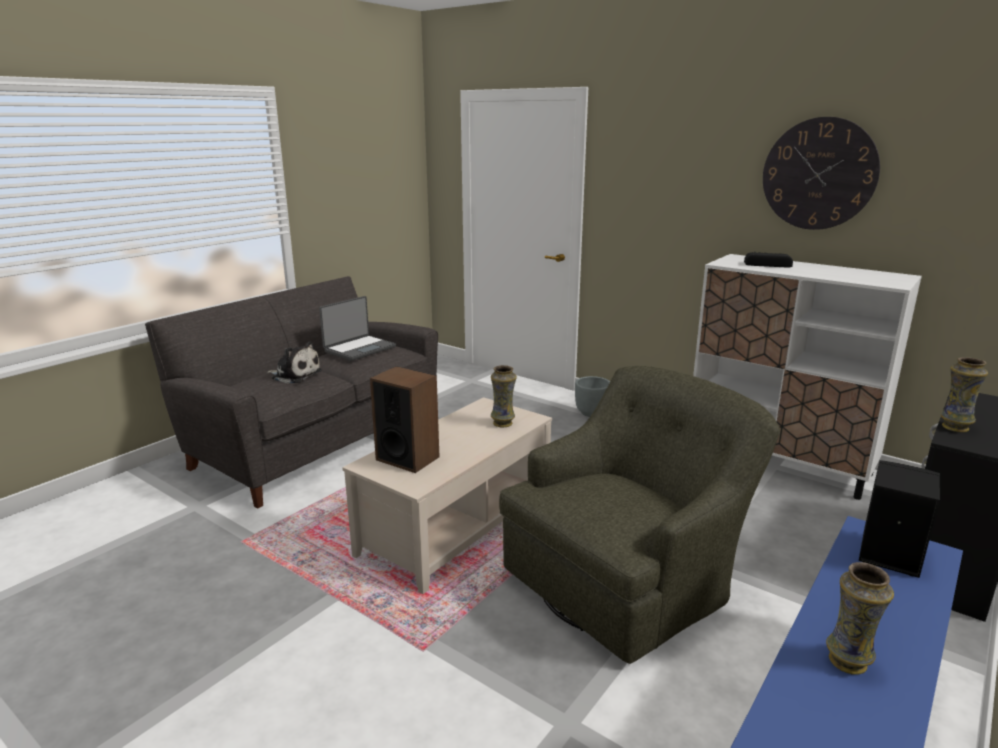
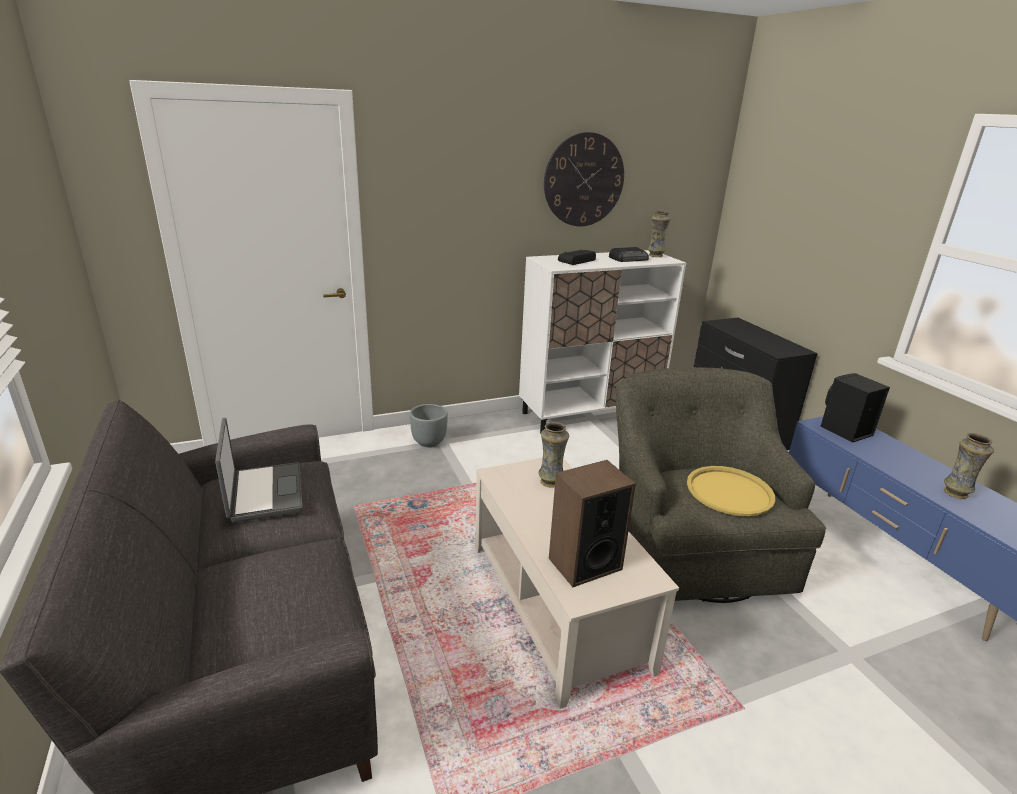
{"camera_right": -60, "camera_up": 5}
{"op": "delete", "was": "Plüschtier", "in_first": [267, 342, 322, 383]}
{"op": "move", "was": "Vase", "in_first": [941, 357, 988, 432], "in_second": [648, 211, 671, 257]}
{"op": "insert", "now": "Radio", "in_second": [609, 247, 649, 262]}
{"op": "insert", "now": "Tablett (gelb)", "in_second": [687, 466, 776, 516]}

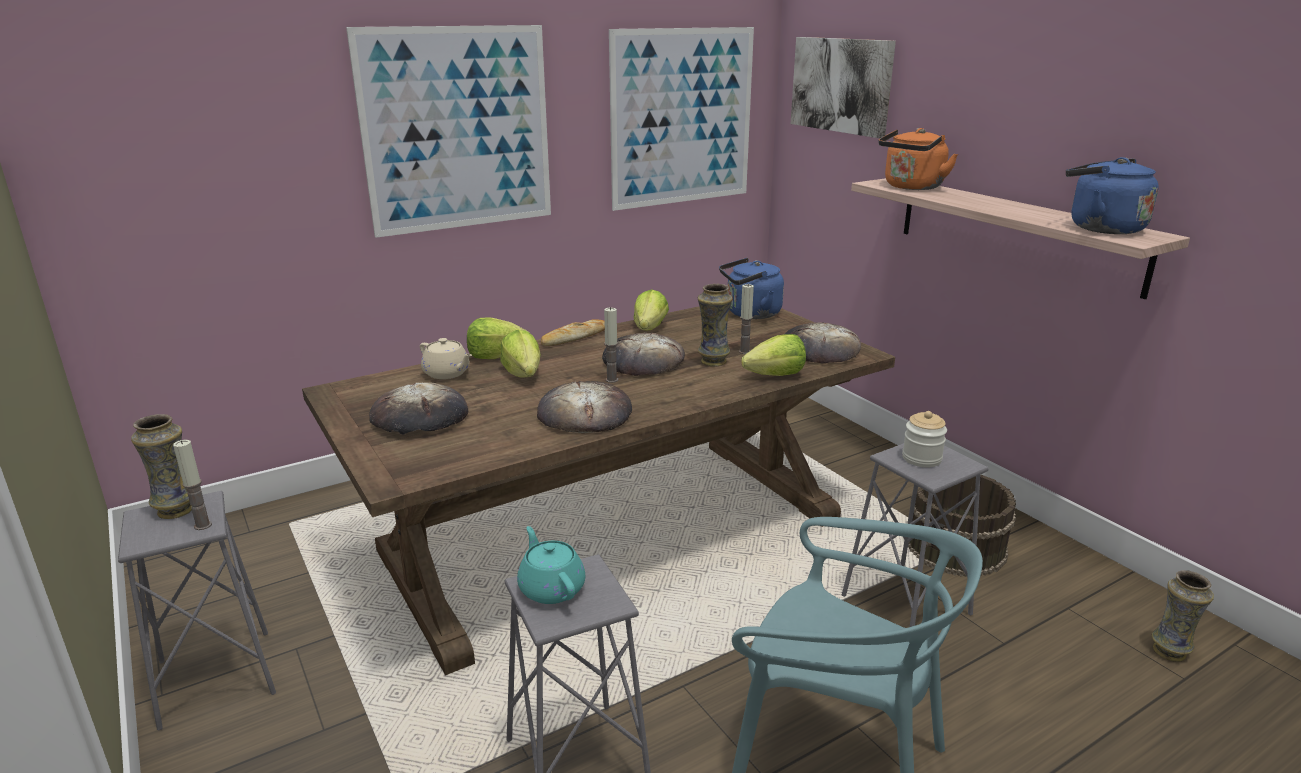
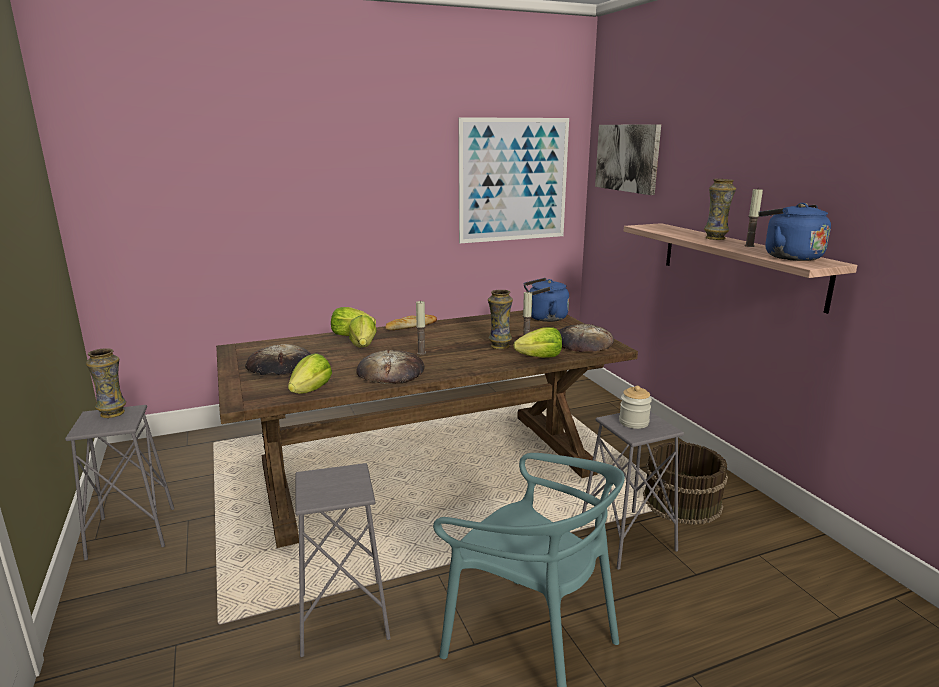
{"camera_right": 10, "camera_up": -5}
{"op": "delete", "was": "Bild", "in_first": [346, 25, 551, 238]}
{"op": "delete", "was": "Wasserkessel (orange)", "in_first": [878, 128, 958, 190]}
{"op": "move", "was": "Salatkopf", "in_first": [634, 290, 669, 330], "in_second": [288, 353, 332, 393]}
{"op": "delete", "was": "Brot", "in_first": [602, 333, 685, 376]}
{"op": "delete", "was": "Teekanne (beige)", "in_first": [420, 338, 472, 379]}
{"op": "move", "was": "Kerze", "in_first": [173, 440, 212, 530], "in_second": [744, 187, 763, 247]}
{"op": "delete", "was": "Teekanne (türkis)", "in_first": [517, 526, 585, 604]}
{"op": "move", "was": "Vase", "in_first": [1152, 570, 1214, 662], "in_second": [704, 179, 736, 240]}

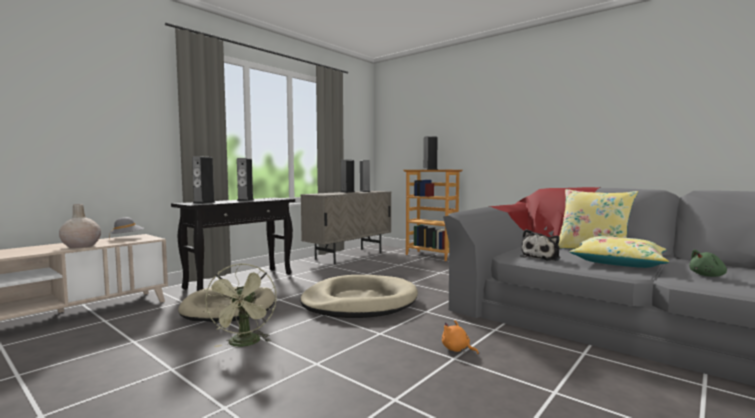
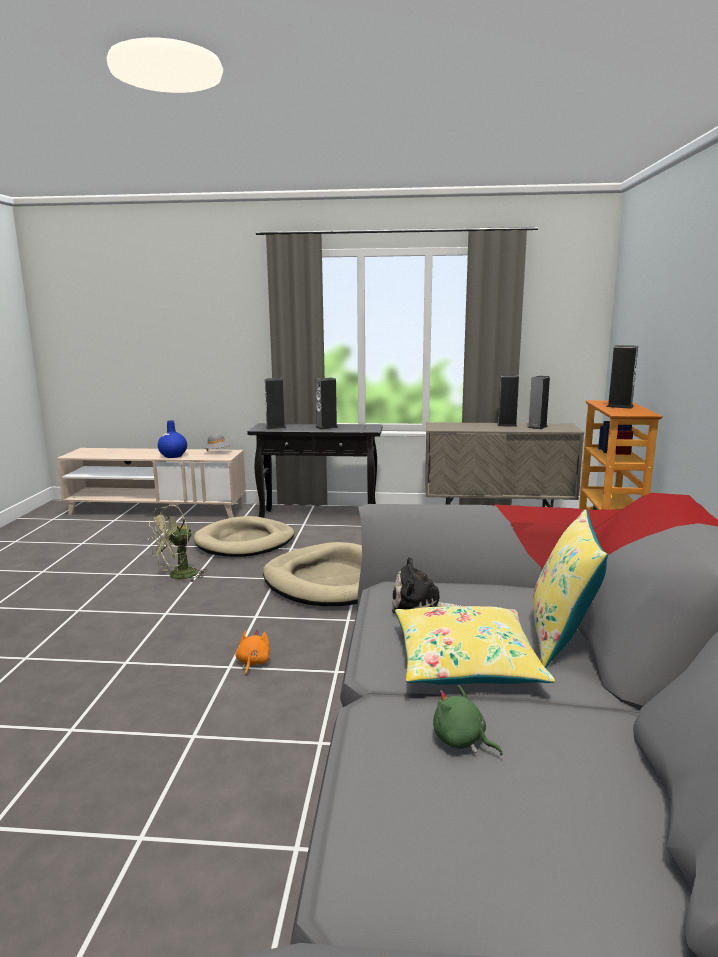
{"camera_right": 55, "camera_up": 10}
{"op": "recolor", "was": "Vase (beige)", "now": "Vase (blau)", "in_first": [59, 204, 101, 248], "in_second": [158, 421, 187, 458]}

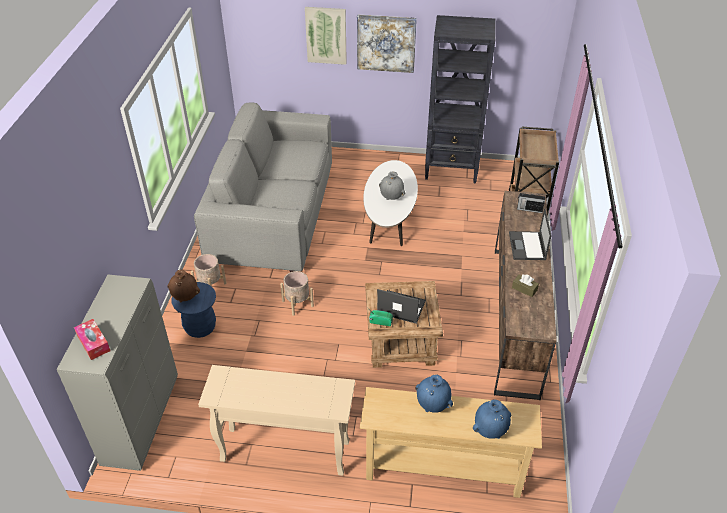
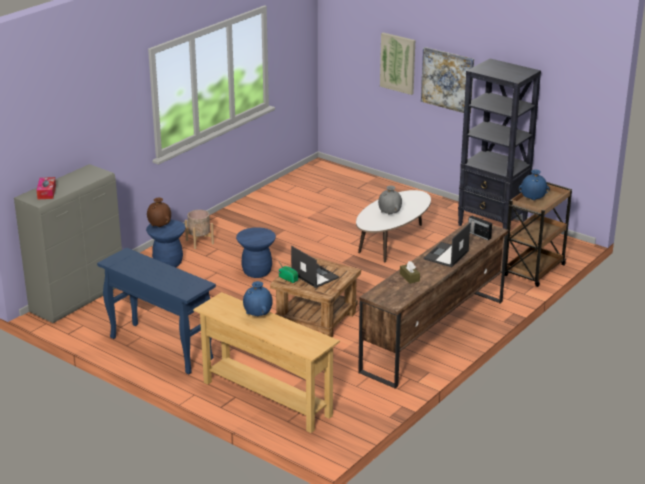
{"camera_right": 30, "camera_up": -15}
{"op": "delete", "was": "Sofa (grau)", "in_first": [194, 102, 332, 272]}
{"op": "replace", "was": "Pflanzkübel (beige)", "now": "Hocker (blau)", "in_first": [280, 271, 314, 316], "in_second": [236, 227, 276, 278]}
{"op": "recolor", "was": "Konsolentisch (beige)", "now": "Konsolentisch (blau)", "in_first": [198, 365, 355, 476], "in_second": [97, 248, 216, 374]}
{"op": "move", "was": "Vase (blau)", "in_first": [473, 399, 511, 439], "in_second": [519, 169, 550, 200]}

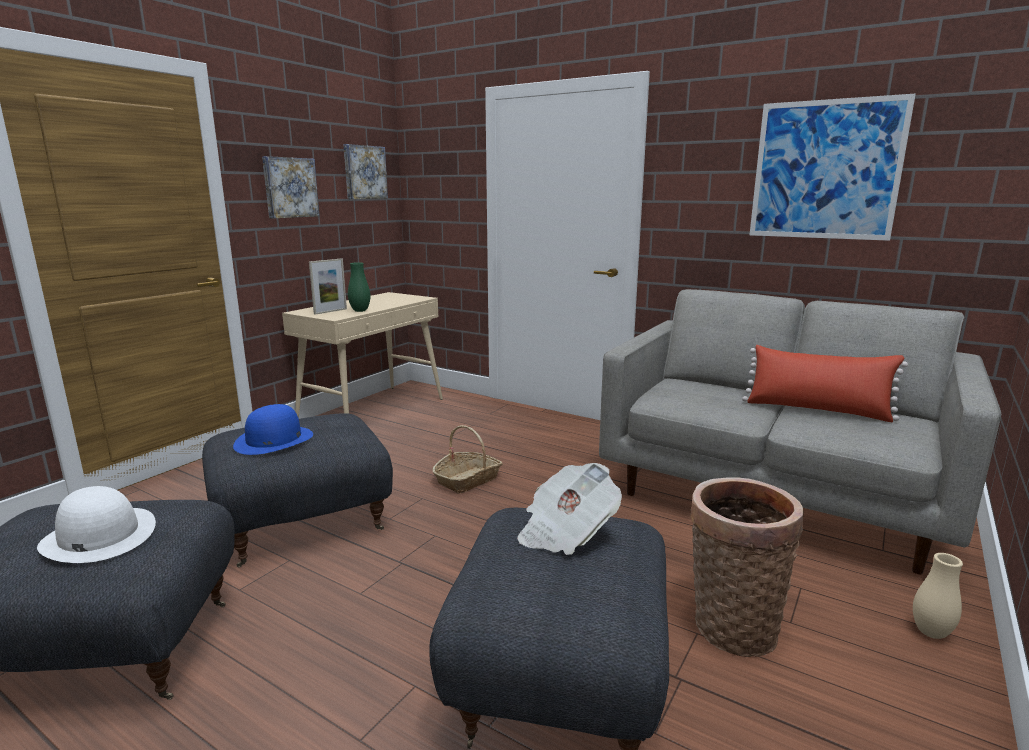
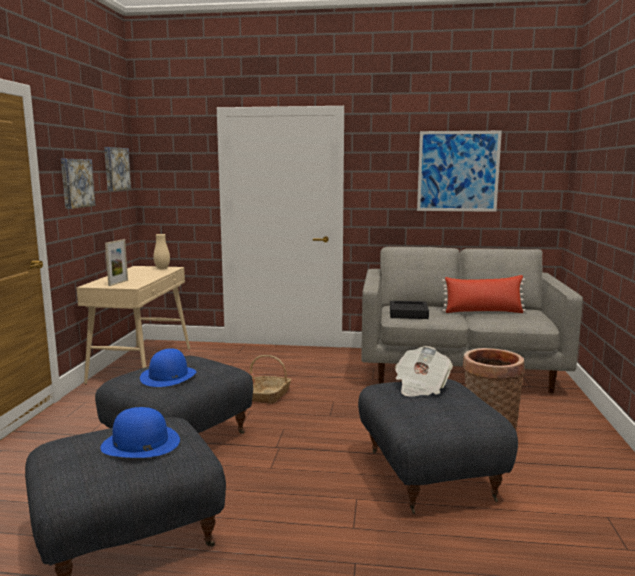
{"camera_right": -25, "camera_up": -5}
{"op": "delete", "was": "Vase (grün)", "in_first": [348, 262, 370, 312]}
{"op": "recolor", "was": "Hut (weiß)", "now": "Hut (blau)", "in_first": [37, 486, 156, 563], "in_second": [100, 407, 180, 458]}
{"op": "move", "was": "Vase (beige)", "in_first": [913, 553, 963, 639], "in_second": [153, 234, 170, 270]}
{"op": "insert", "now": "Tablett (schwarz)", "in_second": [390, 301, 429, 319]}

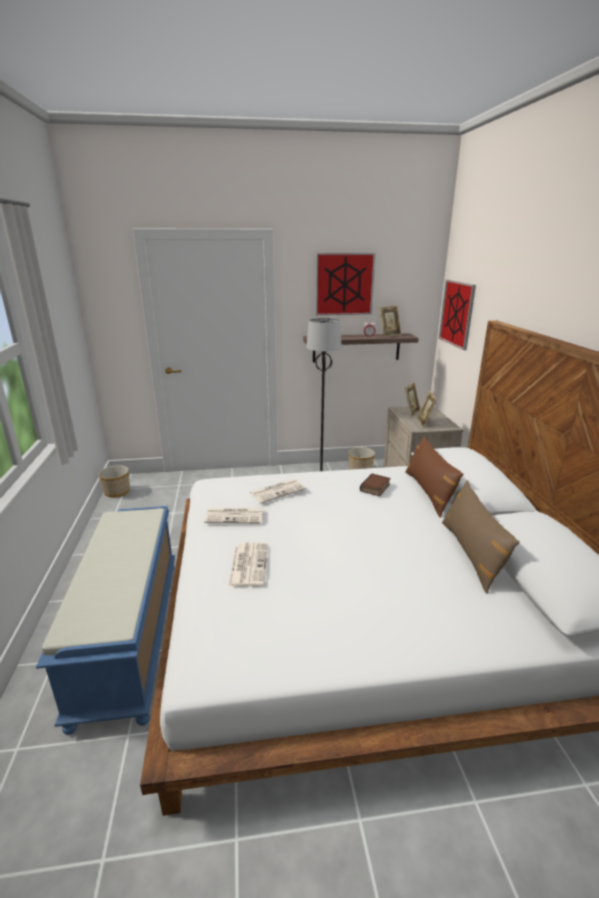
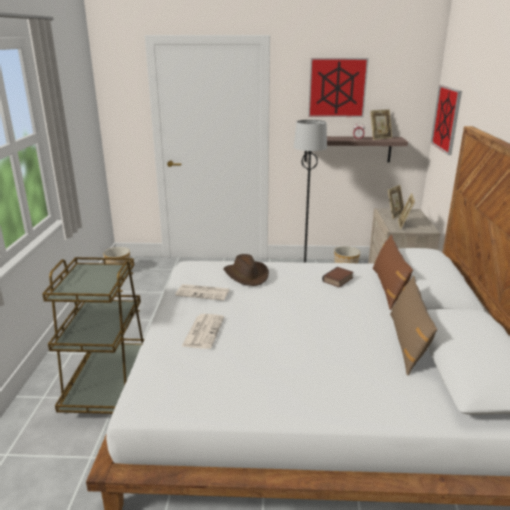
{"camera_right": 10, "camera_up": 0}
{"op": "replace", "was": "Zeitung", "now": "Hut (braun)", "in_first": [250, 479, 306, 503], "in_second": [223, 254, 269, 286]}
{"op": "replace", "was": "Bank (blau)", "now": "Rollwagen (braun)", "in_first": [36, 506, 175, 735], "in_second": [42, 257, 144, 414]}

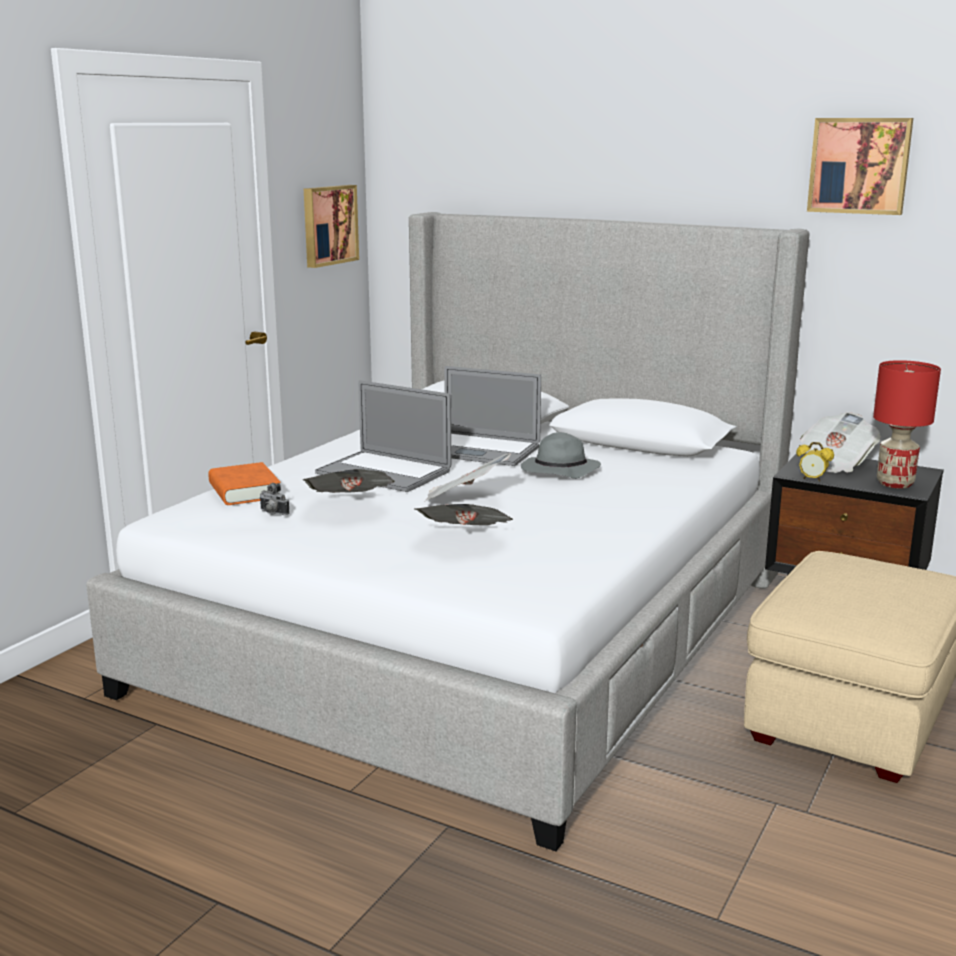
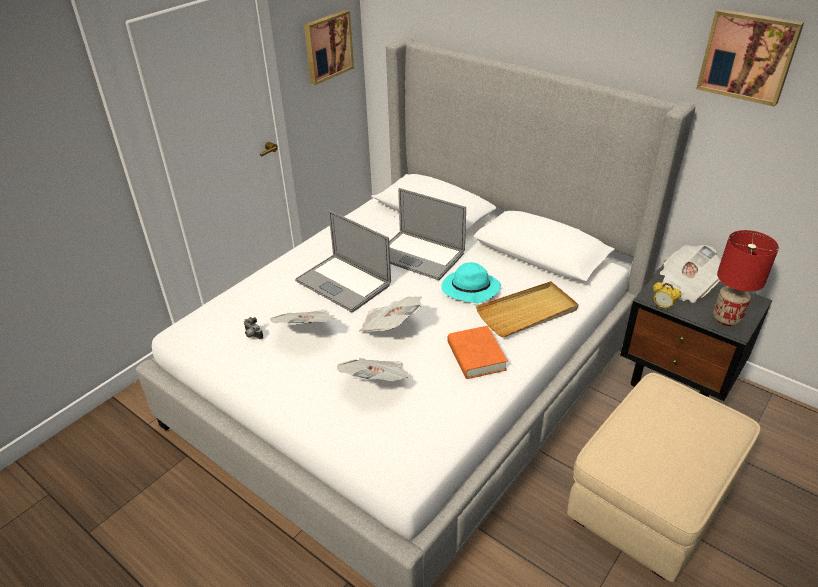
{"camera_right": 10, "camera_up": 20}
{"op": "recolor", "was": "Hut (grau)", "now": "Hut (türkis)", "in_first": [521, 432, 601, 479], "in_second": [441, 262, 501, 303]}
{"op": "move", "was": "Buch (orange)", "in_first": [208, 462, 281, 505], "in_second": [447, 326, 508, 379]}
{"op": "insert", "now": "Tablett (beige)", "in_second": [476, 281, 579, 337]}

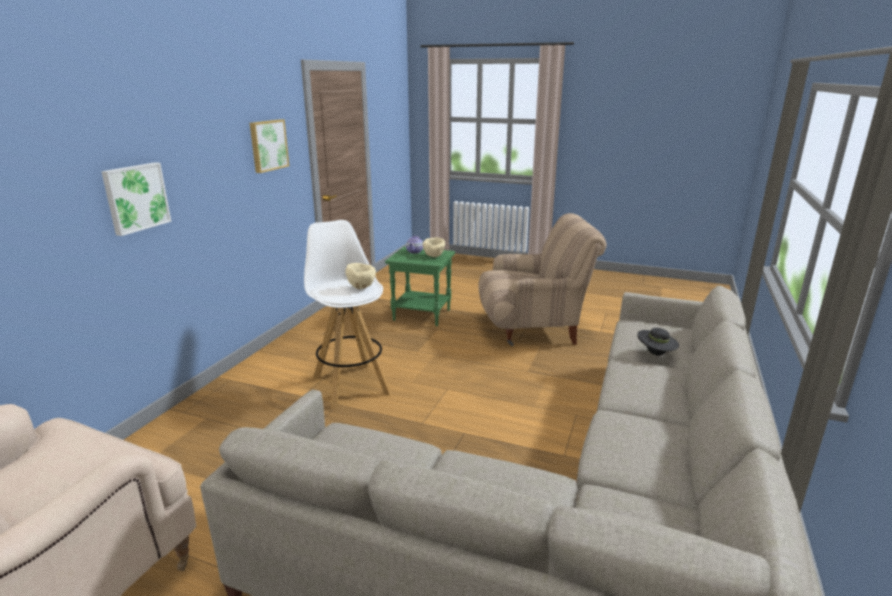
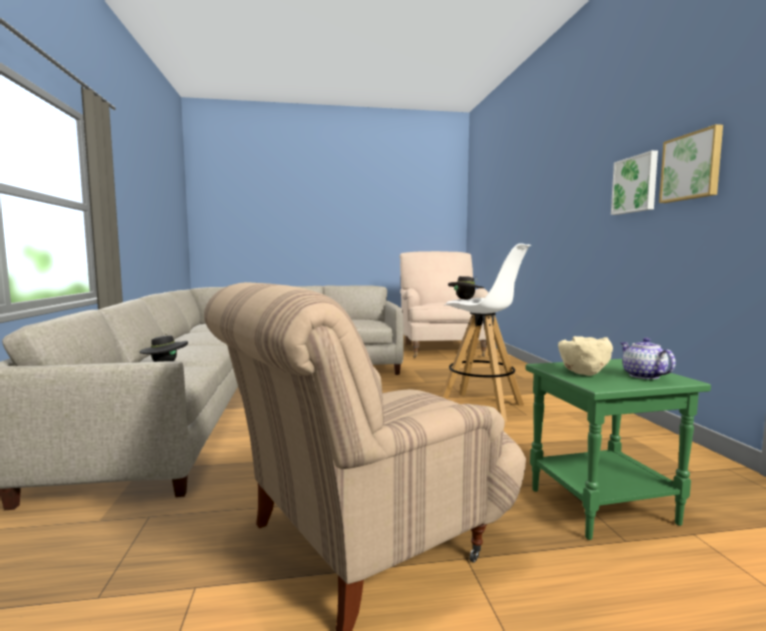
{"camera_right": 150, "camera_up": -15}
{"op": "move", "was": "Bild", "in_first": [101, 162, 171, 236], "in_second": [611, 150, 658, 215]}
{"op": "replace", "was": "Schüssel (beige)", "now": "Hut (schwarz)", "in_first": [345, 263, 376, 289], "in_second": [448, 276, 484, 300]}

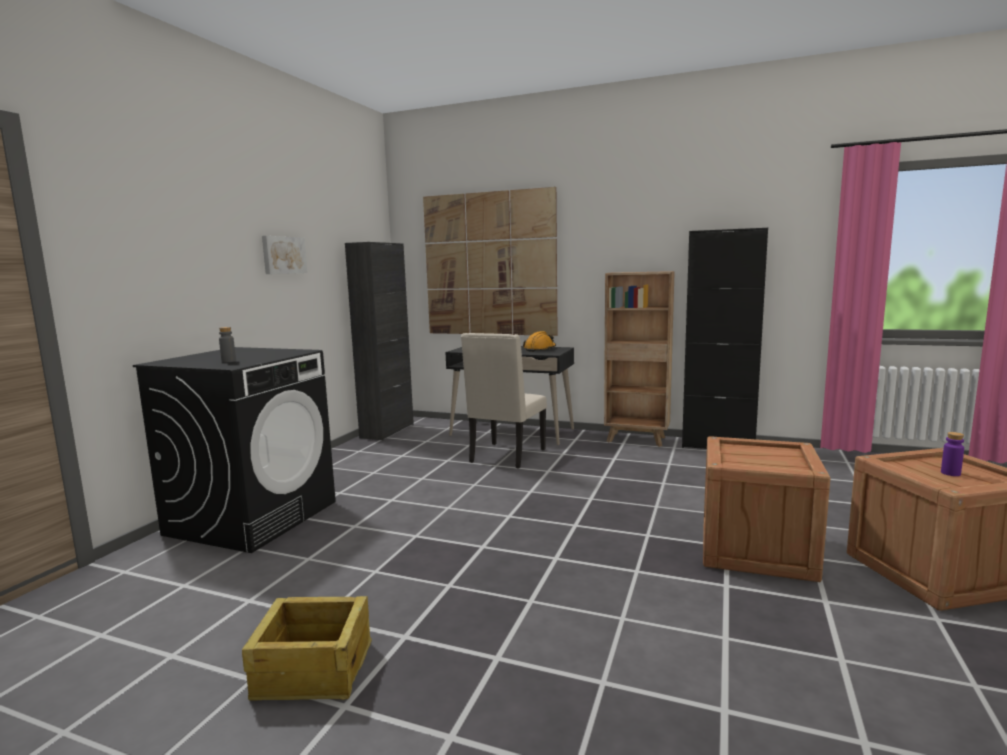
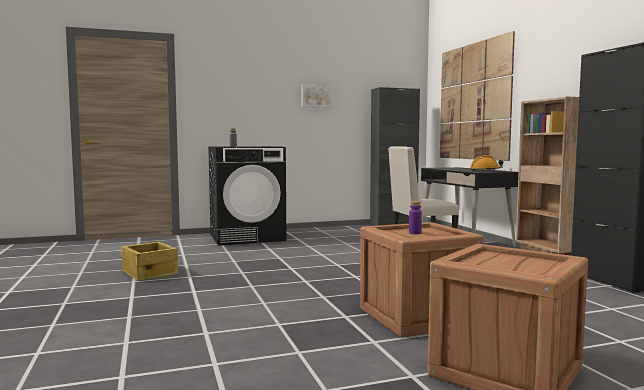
{"camera_right": 50, "camera_up": -5}
{"op": "move", "was": "Flasche (lila)", "in_first": [941, 432, 964, 476], "in_second": [409, 201, 422, 234]}

